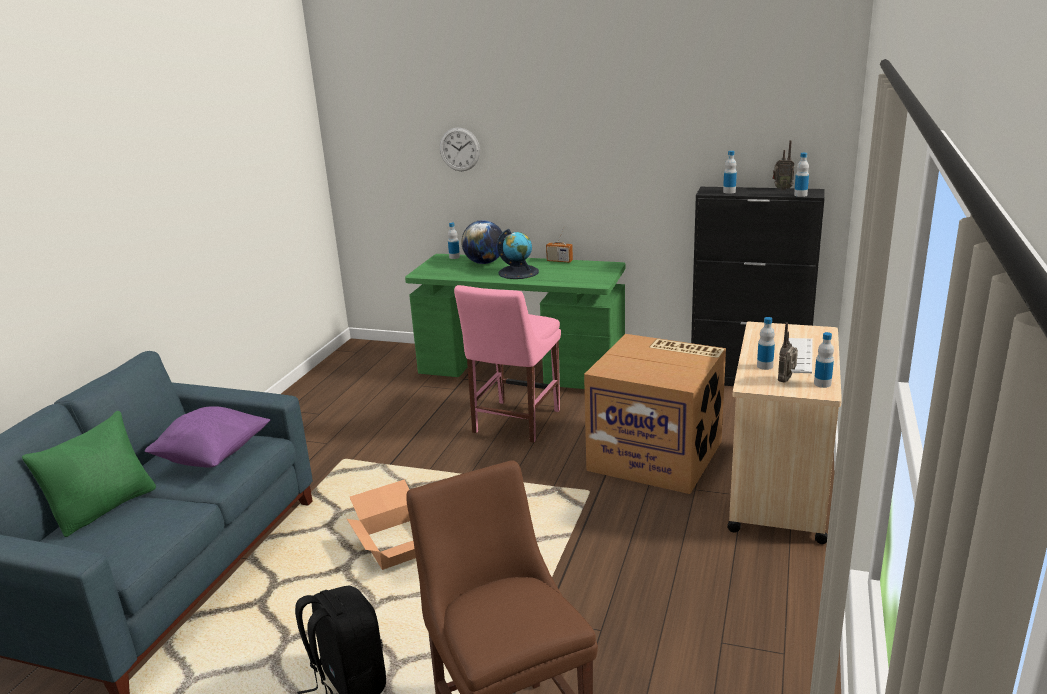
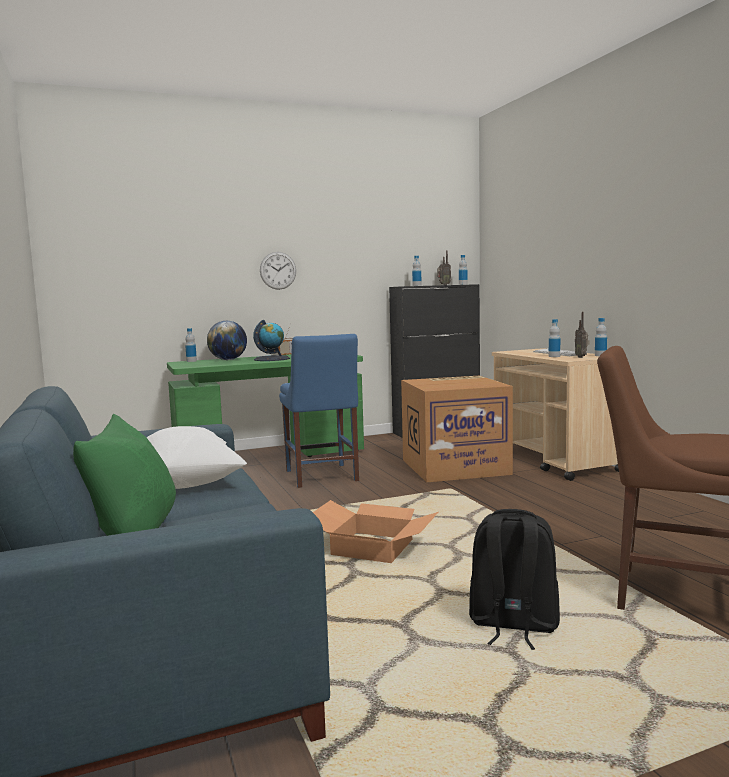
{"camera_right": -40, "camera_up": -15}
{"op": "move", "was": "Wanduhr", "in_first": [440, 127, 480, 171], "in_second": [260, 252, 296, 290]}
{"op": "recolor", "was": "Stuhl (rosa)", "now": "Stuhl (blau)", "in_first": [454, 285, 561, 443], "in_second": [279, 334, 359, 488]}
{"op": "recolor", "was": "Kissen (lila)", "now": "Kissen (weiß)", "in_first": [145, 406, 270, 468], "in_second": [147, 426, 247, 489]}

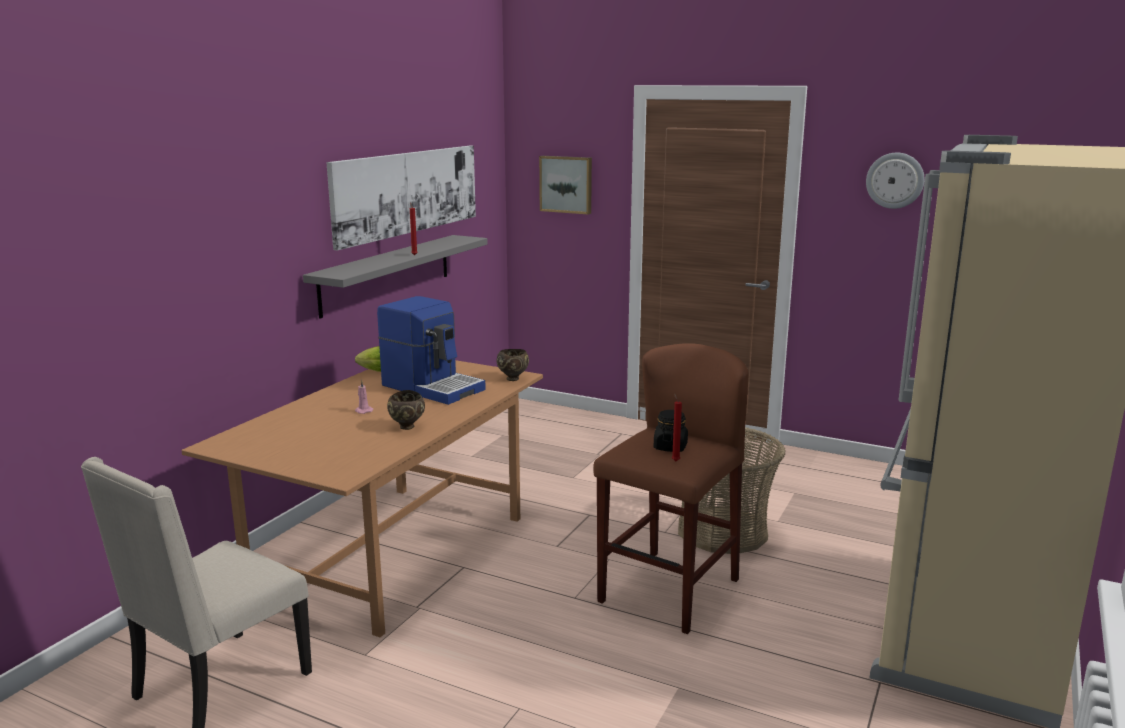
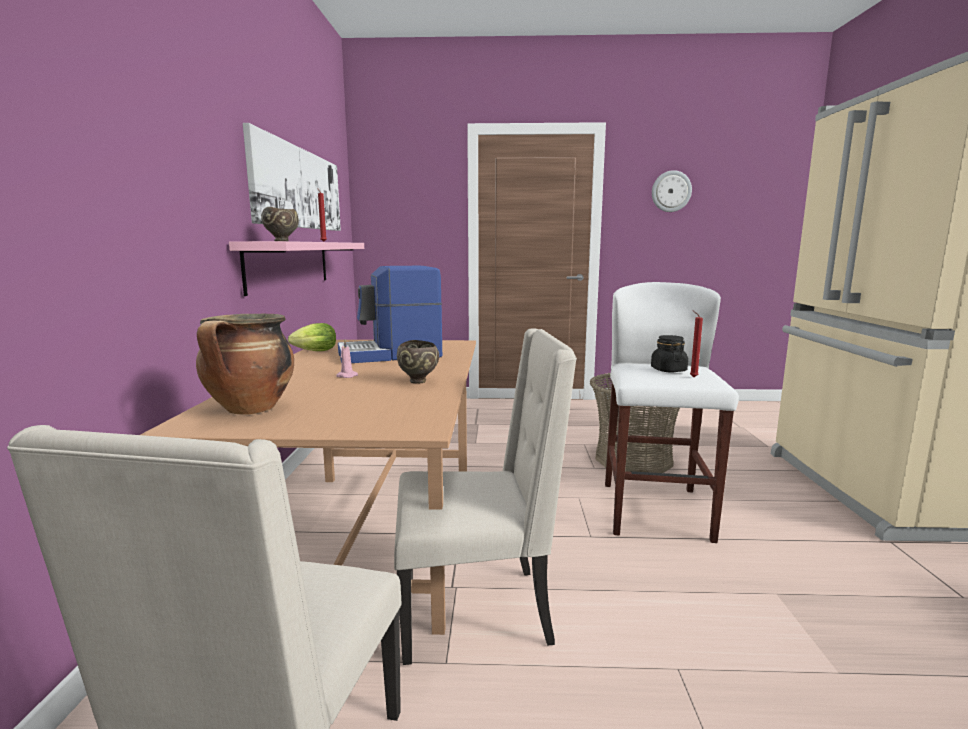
{"camera_right": -25, "camera_up": -5}
{"op": "delete", "was": "Bild", "in_first": [539, 156, 592, 214]}
{"op": "recolor", "was": "Wandregal (grau)", "now": "Wandregal (rosa)", "in_first": [303, 235, 488, 319], "in_second": [229, 241, 364, 296]}
{"op": "rotate", "was": "Kaffeemaschine", "in_first": [377, 296, 486, 405], "in_second": [338, 266, 442, 363], "clockwise": 150}
{"op": "recolor", "was": "Hocker (braun)", "now": "Hocker (weiß)", "in_first": [593, 343, 749, 634], "in_second": [605, 282, 739, 543]}
{"op": "move", "was": "Schüssel (braun)", "in_first": [497, 349, 529, 381], "in_second": [261, 207, 299, 241]}
{"op": "insert", "now": "Kochtopf", "in_second": [196, 314, 294, 415]}
{"op": "insert", "now": "Stuhl (beige)", "in_second": [394, 328, 577, 665]}

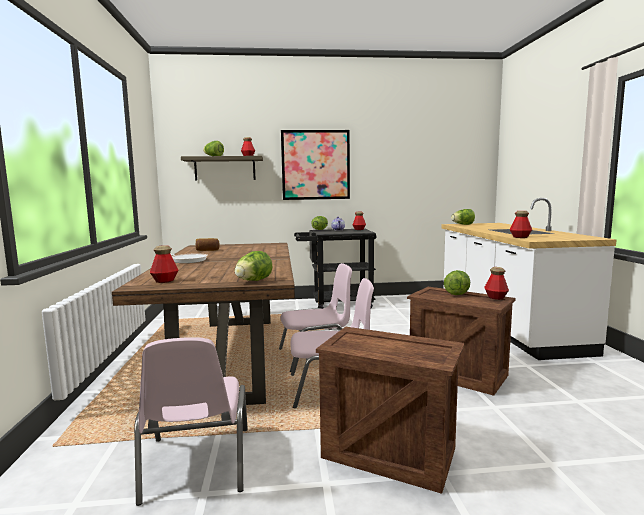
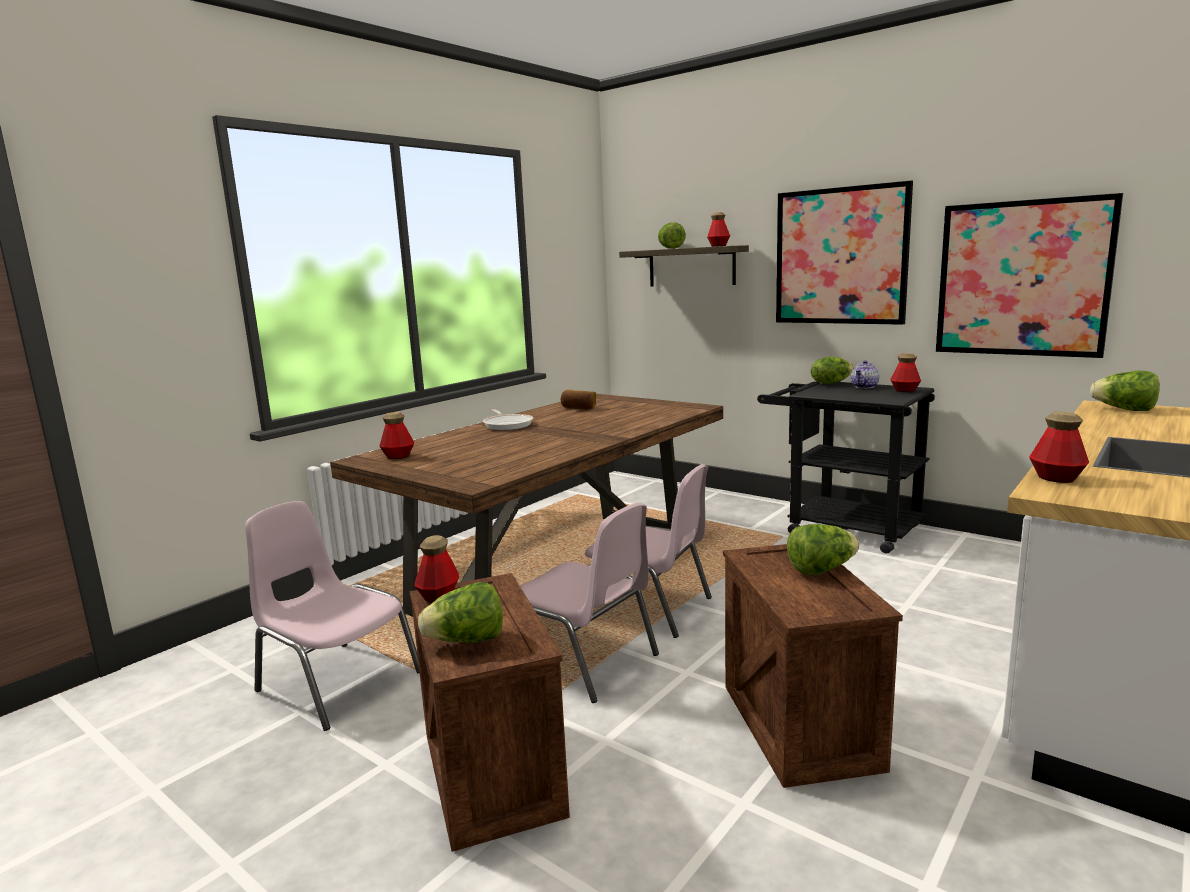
{"camera_right": 45, "camera_up": 5}
{"op": "move", "was": "Salatkopf", "in_first": [234, 251, 273, 281], "in_second": [418, 582, 503, 643]}
{"op": "move", "was": "Flasche", "in_first": [484, 267, 509, 300], "in_second": [415, 535, 459, 603]}
{"op": "rotate", "was": "Stuhl (rosa)", "in_first": [134, 337, 248, 506], "in_second": [245, 501, 419, 731], "clockwise": 90}
{"op": "insert", "now": "Bild", "in_second": [936, 193, 1123, 358]}

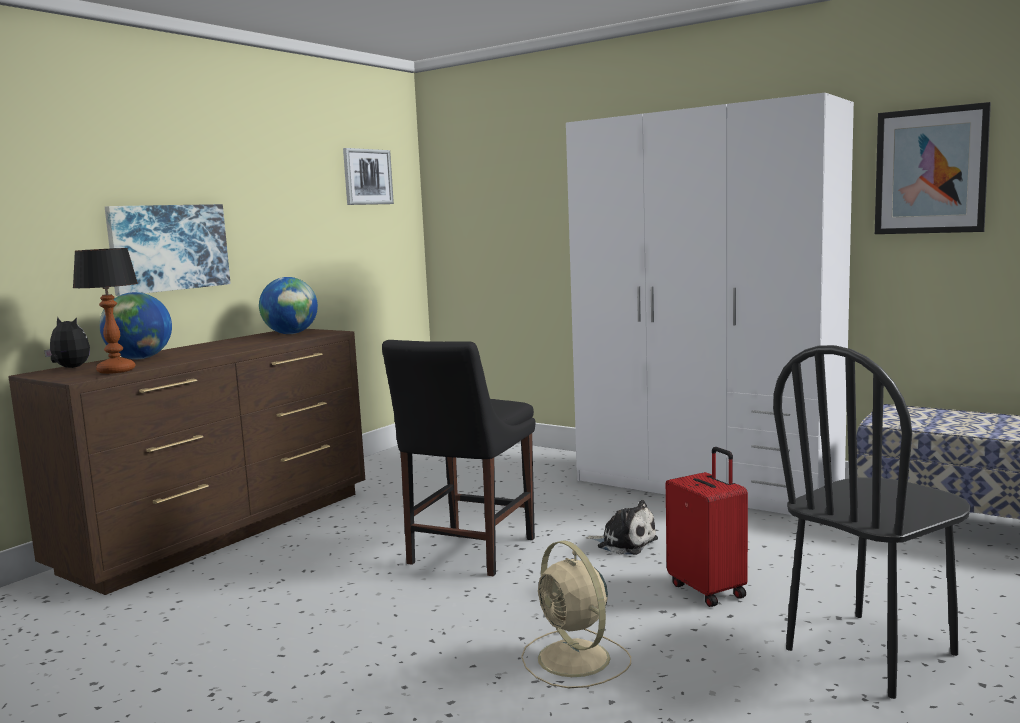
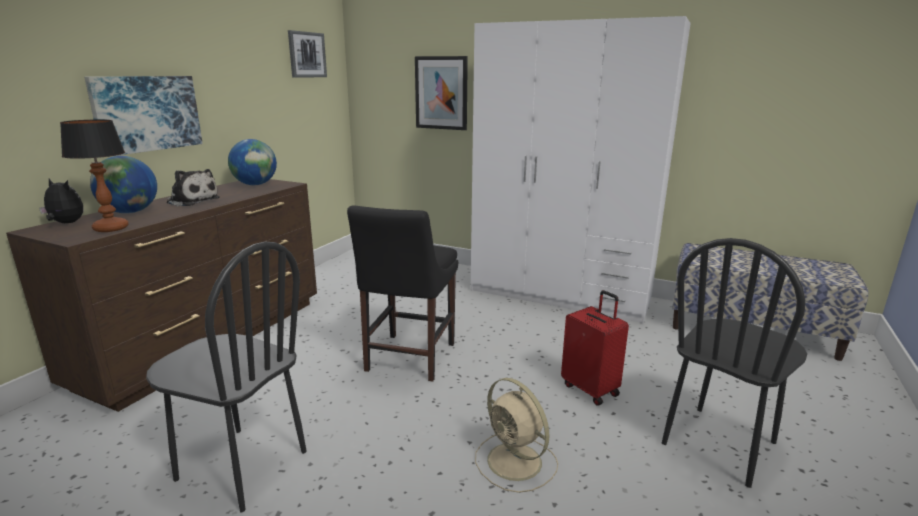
{"camera_right": -10, "camera_up": 10}
{"op": "move", "was": "Bild", "in_first": [875, 102, 991, 234], "in_second": [415, 56, 468, 130]}
{"op": "move", "was": "Plüschtier", "in_first": [586, 500, 658, 555], "in_second": [166, 169, 220, 206]}
{"op": "insert", "now": "Stuhl (schwarz)", "in_second": [146, 242, 306, 512]}

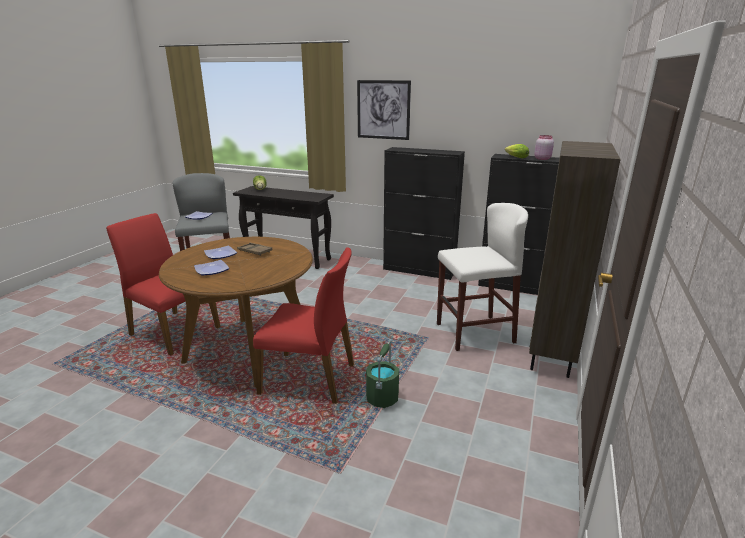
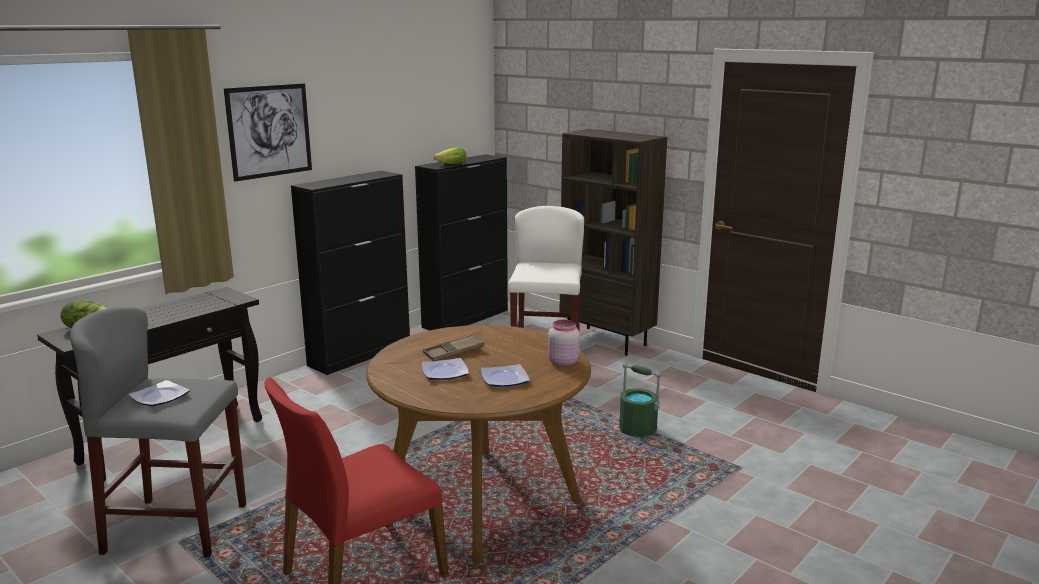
{"camera_right": -70, "camera_up": -5}
{"op": "move", "was": "Vorratsglas (rosa)", "in_first": [534, 135, 554, 160], "in_second": [548, 320, 580, 367]}
{"op": "delete", "was": "Stuhl (rot)", "in_first": [253, 247, 354, 404]}

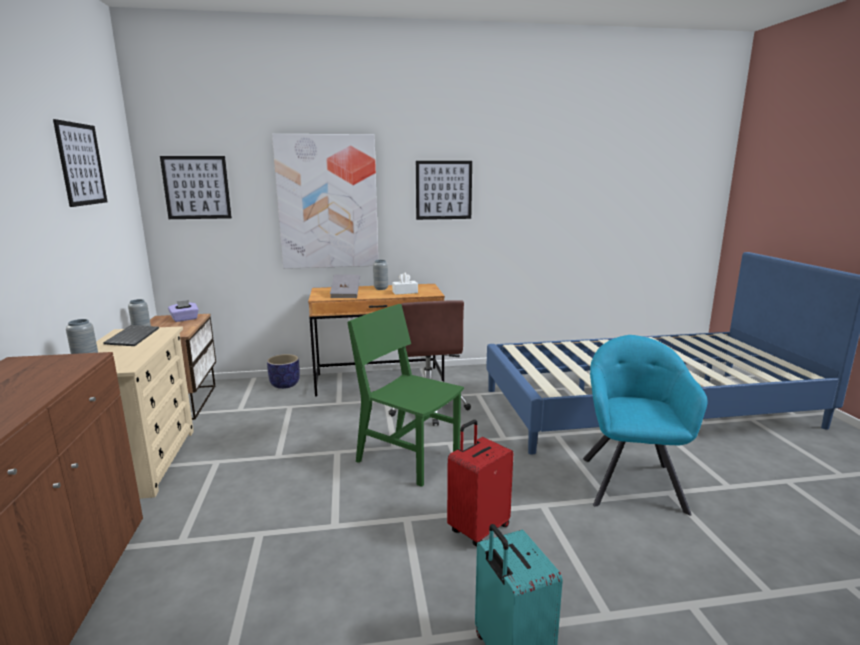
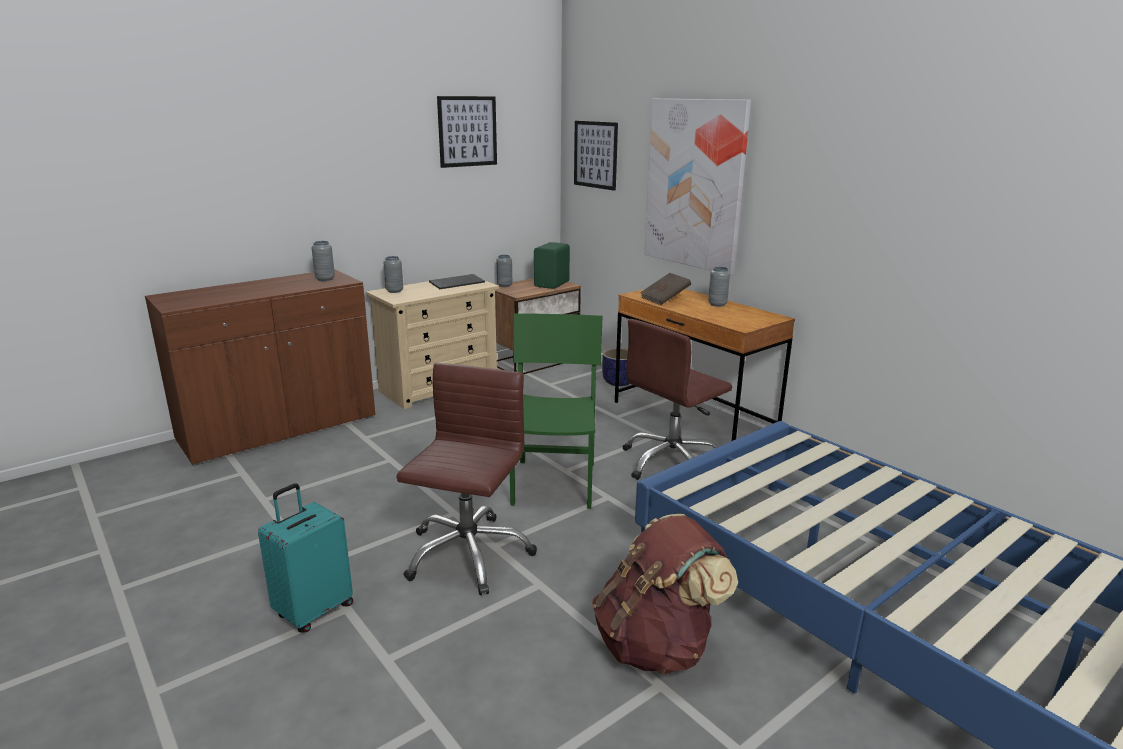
{"camera_right": 60, "camera_up": 5}
{"op": "delete", "was": "Bild", "in_first": [416, 161, 472, 220]}
{"op": "delete", "was": "Taschentuchbox (weiß)", "in_first": [392, 273, 418, 295]}
{"op": "recolor", "was": "Buch (grau)", "now": "Buch (braun)", "in_first": [330, 274, 360, 298], "in_second": [640, 273, 691, 305]}
{"op": "replace", "was": "Taschentuchbox (lila)", "now": "Lautsprecher (grün)", "in_first": [168, 300, 199, 322], "in_second": [534, 242, 570, 289]}
{"op": "replace", "was": "Sessel (türkis)", "now": "Rucksack (braun)", "in_first": [583, 335, 708, 515], "in_second": [592, 514, 738, 675]}
{"op": "replace", "was": "Koffer (rot)", "now": "Bürostuhl (braun)", "in_first": [447, 420, 513, 546], "in_second": [396, 363, 537, 595]}
{"op": "insert", "now": "Vase (grau)", "in_second": [312, 241, 335, 281]}

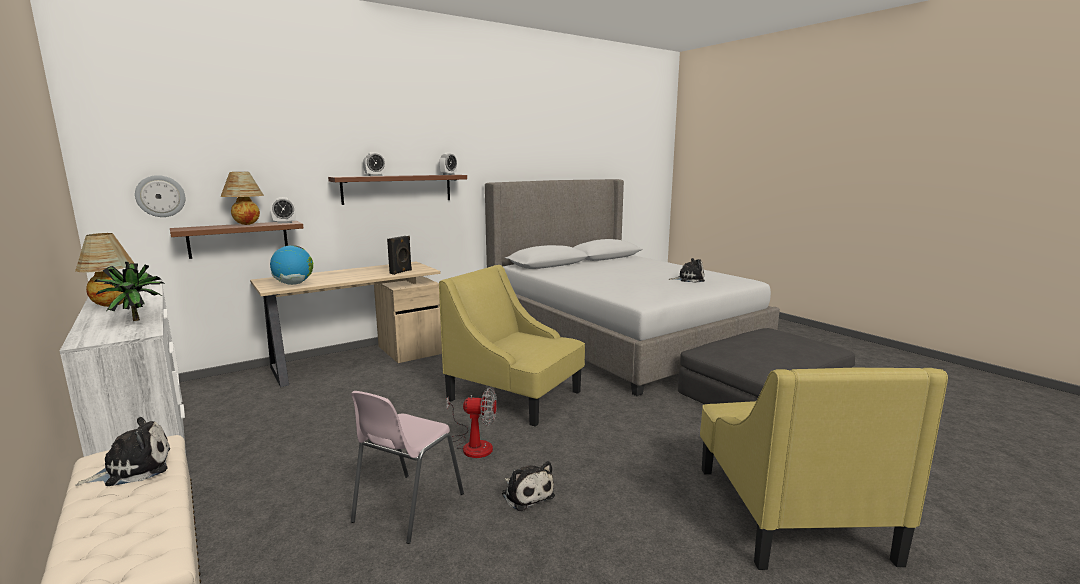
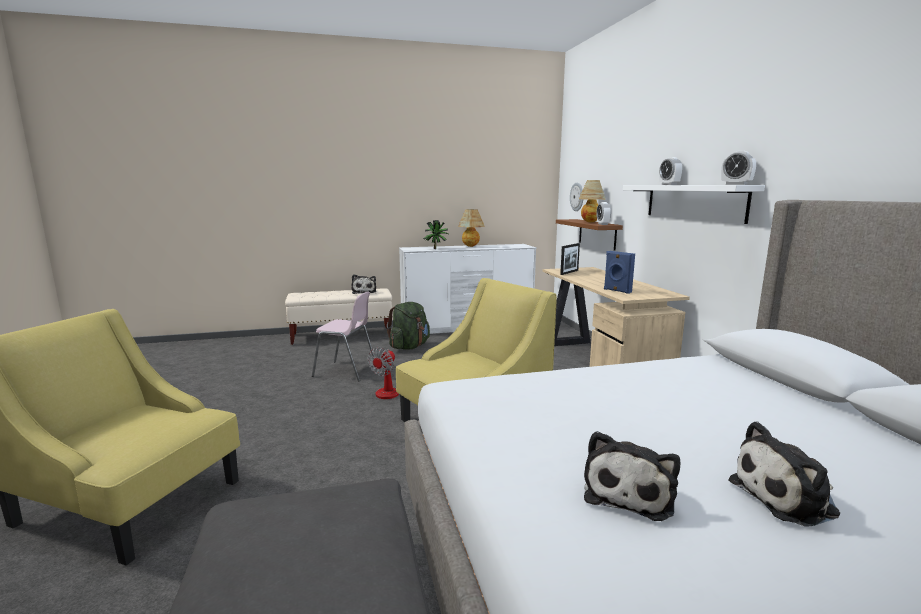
{"camera_right": 110, "camera_up": 0}
{"op": "recolor", "was": "Wandregal (braun)", "now": "Wandregal (weiß)", "in_first": [328, 175, 467, 205], "in_second": [623, 185, 765, 224]}
{"op": "recolor", "was": "Lautsprecher (schwarz)", "now": "Lautsprecher (blau)", "in_first": [387, 236, 412, 275], "in_second": [604, 251, 635, 294]}
{"op": "replace", "was": "Globus", "now": "Bilderrahmen", "in_first": [270, 245, 314, 285], "in_second": [560, 243, 580, 275]}
{"op": "rotate", "was": "Stuhl (rosa)", "in_first": [351, 391, 464, 544], "in_second": [312, 292, 374, 382], "clockwise": 150}
{"op": "move", "was": "Plüschtier", "in_first": [502, 461, 555, 511], "in_second": [728, 421, 840, 527]}
{"op": "insert", "now": "Rucksack (grün)", "in_second": [387, 302, 430, 350]}

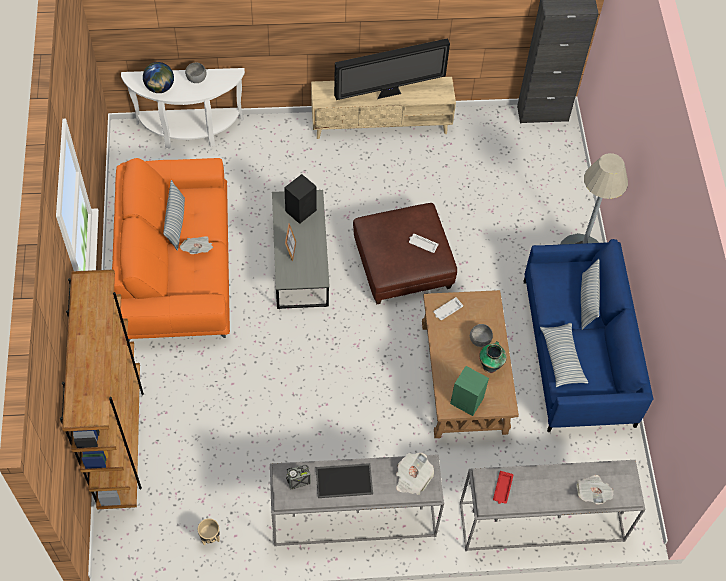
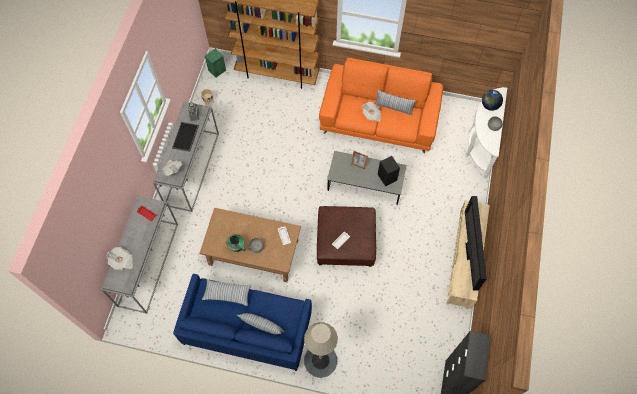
{"camera_right": 110, "camera_up": 5}
{"op": "move", "was": "Lautsprecher (grün)", "in_first": [450, 366, 489, 416], "in_second": [205, 48, 226, 78]}

